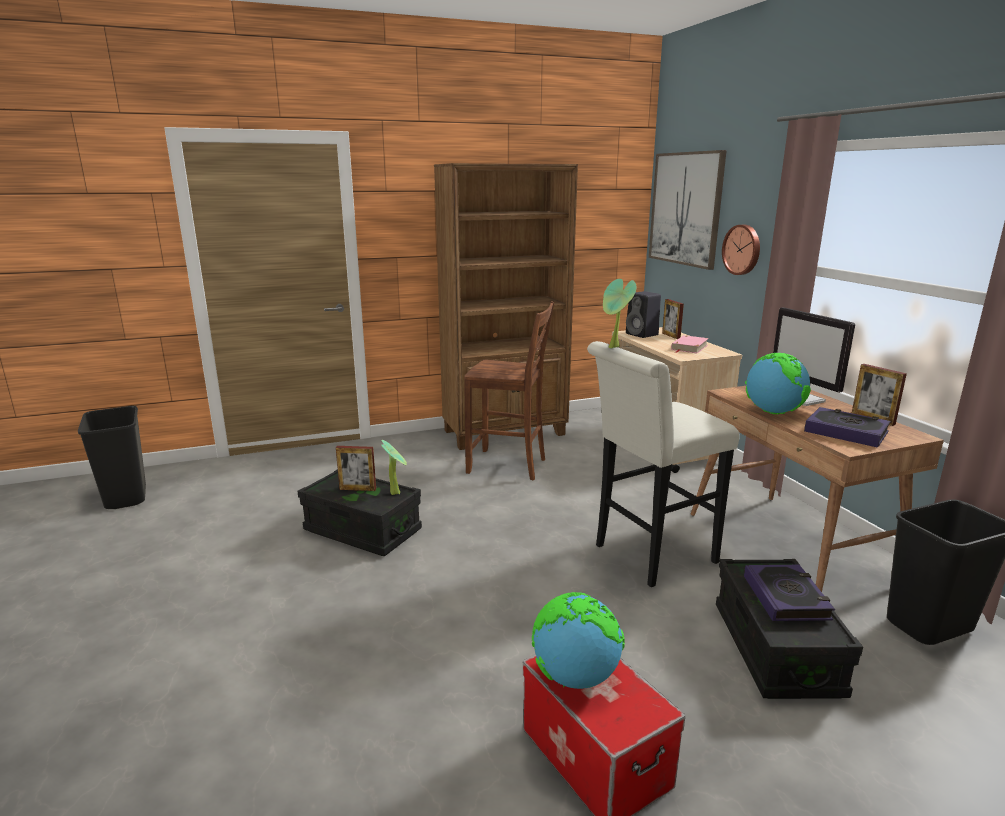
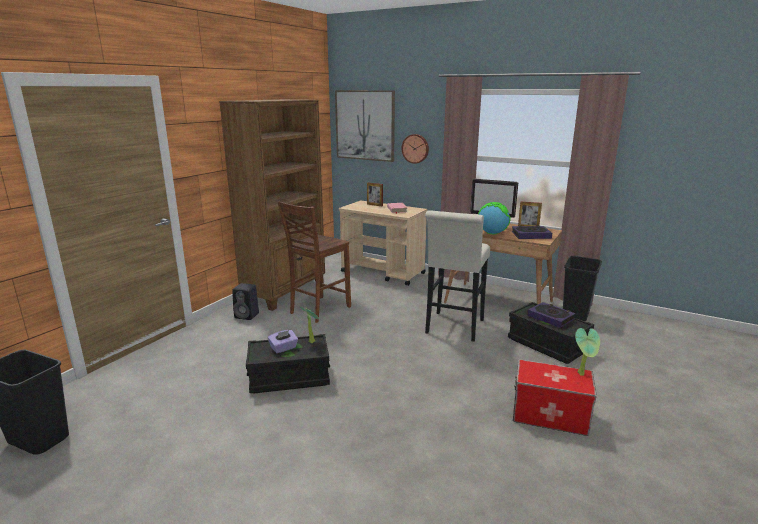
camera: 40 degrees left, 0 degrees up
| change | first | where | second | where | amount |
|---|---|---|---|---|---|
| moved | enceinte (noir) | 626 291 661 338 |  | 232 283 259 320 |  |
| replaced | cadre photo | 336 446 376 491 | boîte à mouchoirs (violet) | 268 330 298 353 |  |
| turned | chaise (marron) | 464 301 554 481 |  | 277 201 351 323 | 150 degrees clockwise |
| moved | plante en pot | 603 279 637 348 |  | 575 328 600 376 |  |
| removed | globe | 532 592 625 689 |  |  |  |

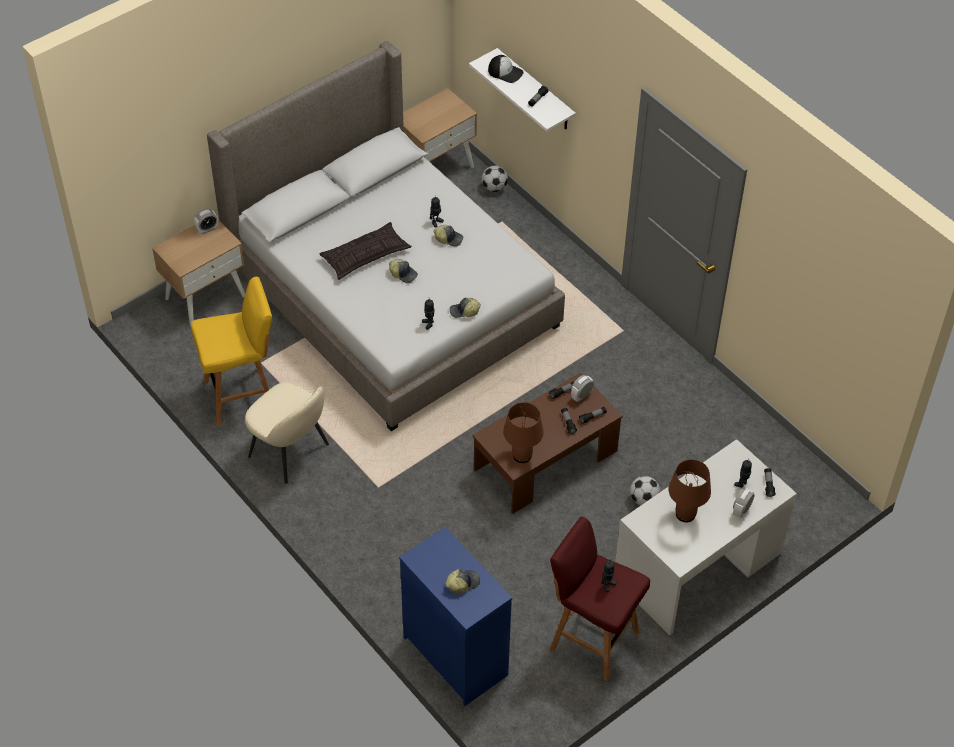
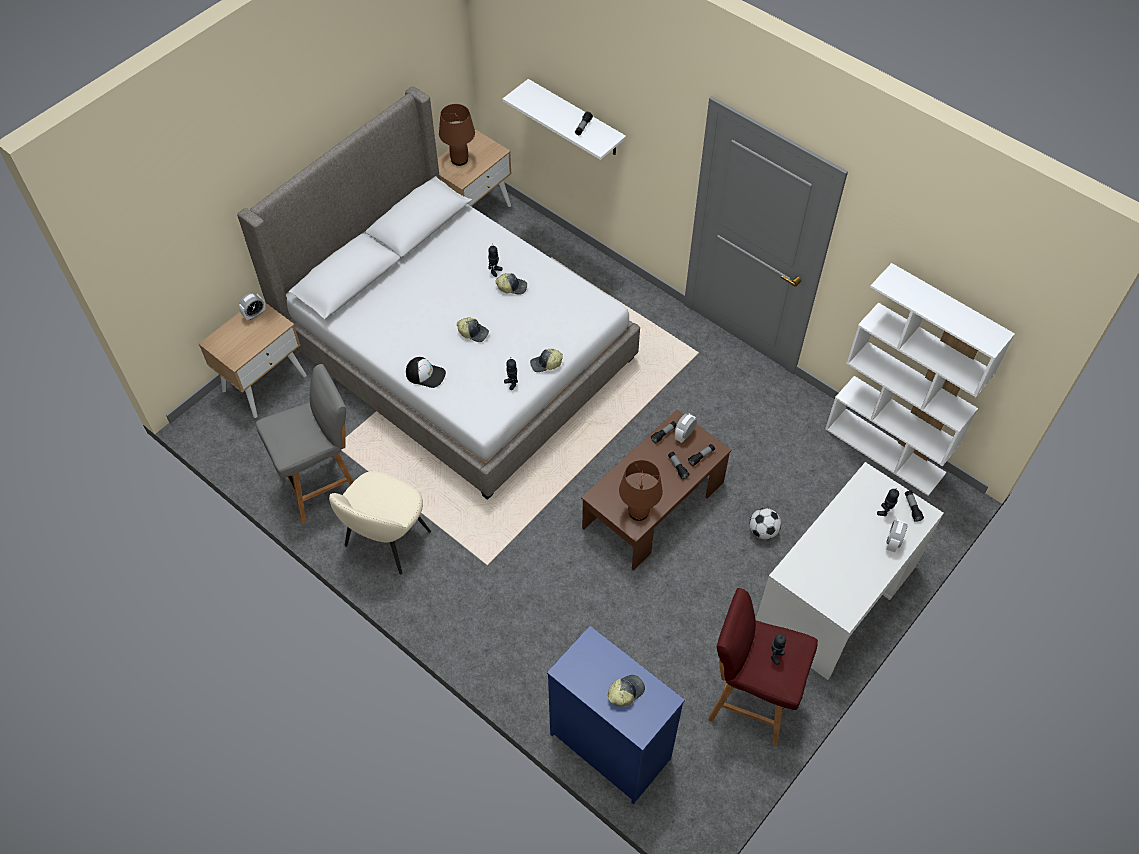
camera: 10 degrees left, 5 degrees up
| change | first | where | second | where | amount |
|---|---|---|---|---|---|
| recoloured | tabouret (jaune) | 191 277 272 426 | tabouret (gris) | 256 364 354 524 |  |
| turned | chaise (beige) | 245 382 329 484 |  | 329 471 431 574 | 90 degrees clockwise |
| moved | casquette | 488 55 524 83 |  | 406 357 446 388 |  |
| moved | lampe de table (marron) | 669 459 711 522 |  | 439 104 475 166 |  |
| added |  |  | bibliothèque (blanc) | 825 263 1015 496 |  |
| removed | coussin | 319 222 411 280 |  |  |  |
| removed | ballon de foot | 482 166 508 192 |  |  |  |

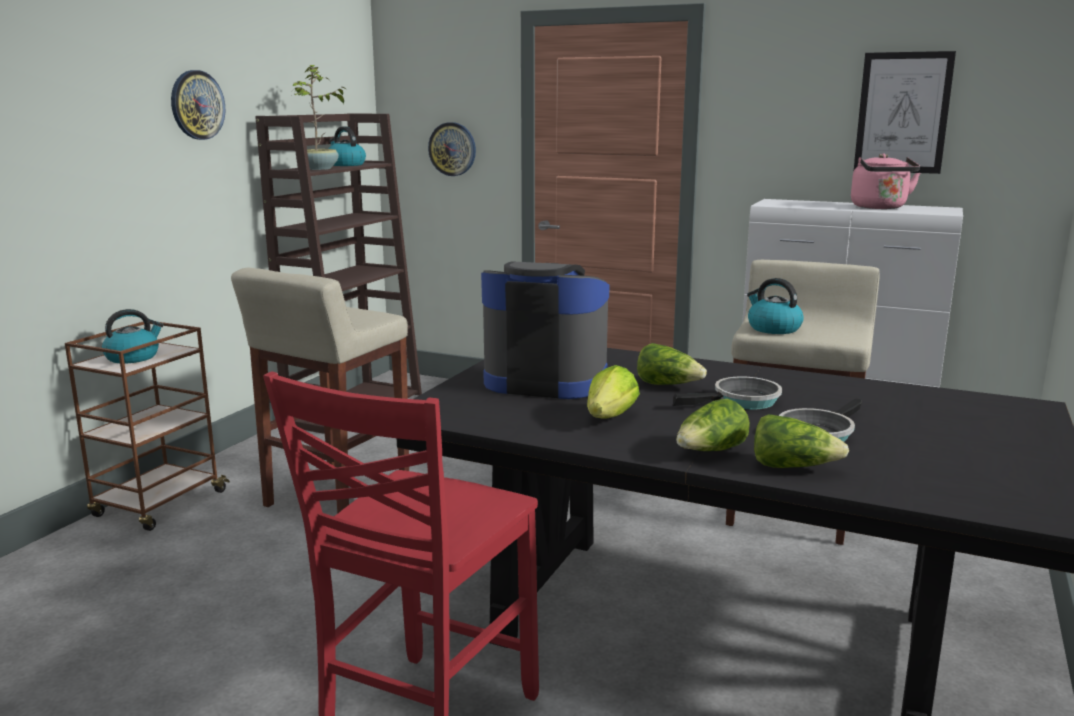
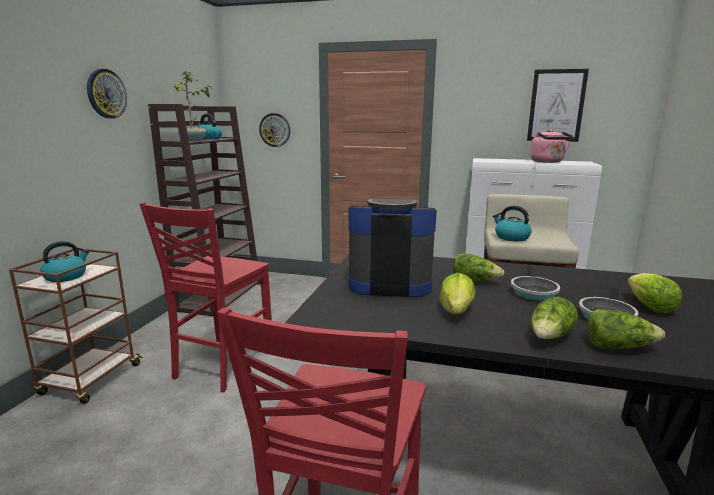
camera: 10 degrees left, 0 degrees up
| change | first | where | second | where | amount |
|---|---|---|---|---|---|
| replaced | tabouret (beige) | 231 268 409 514 | chaise (rouge) | 140 202 272 392 |  |
| turned | poêle | 673 377 782 409 |  | 511 266 560 301 | 135 degrees clockwise |
| added |  |  | laitue | 628 273 682 313 |  |

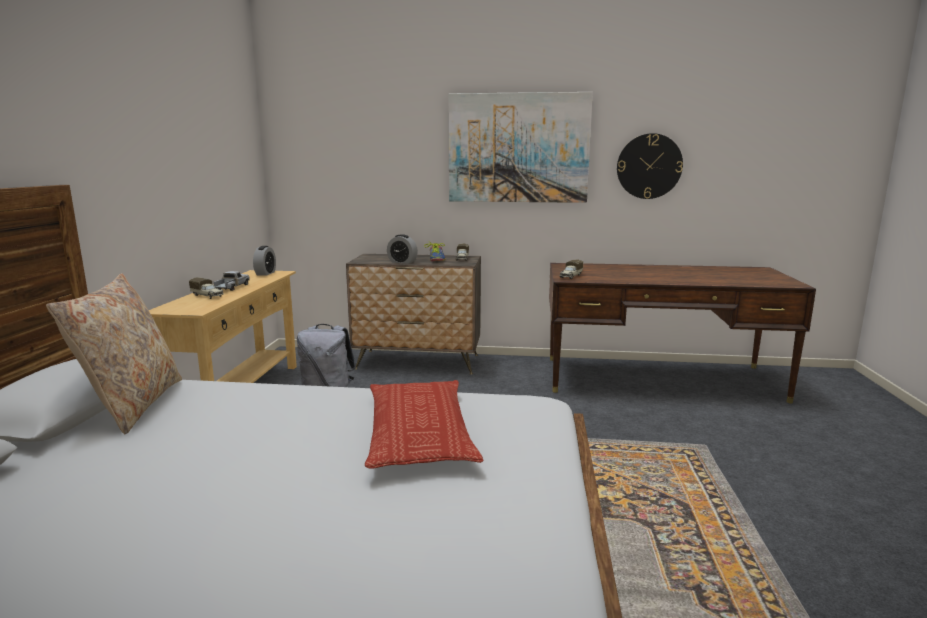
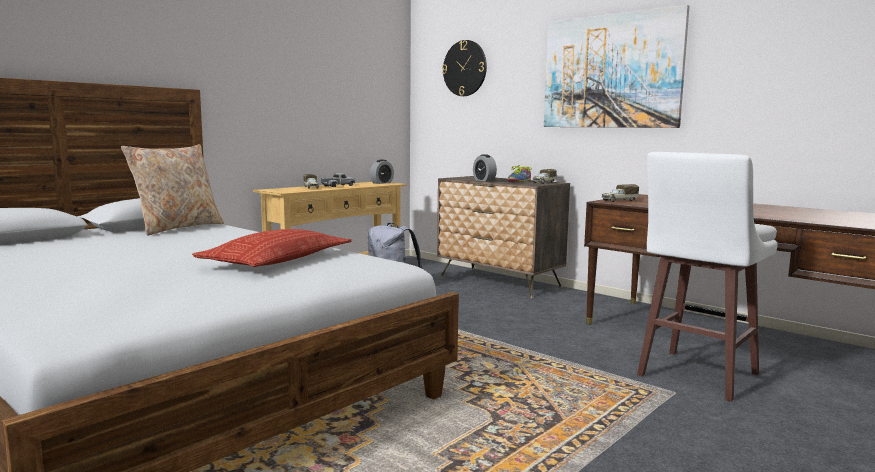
camera: 35 degrees right, 5 degrees down
| change | first | where | second | where | amount |
|---|---|---|---|---|---|
| moved | horloge murale | 617 133 683 199 |  | 442 40 487 96 |  |
| added |  |  | tabouret (blanc) | 637 152 777 402 |  |

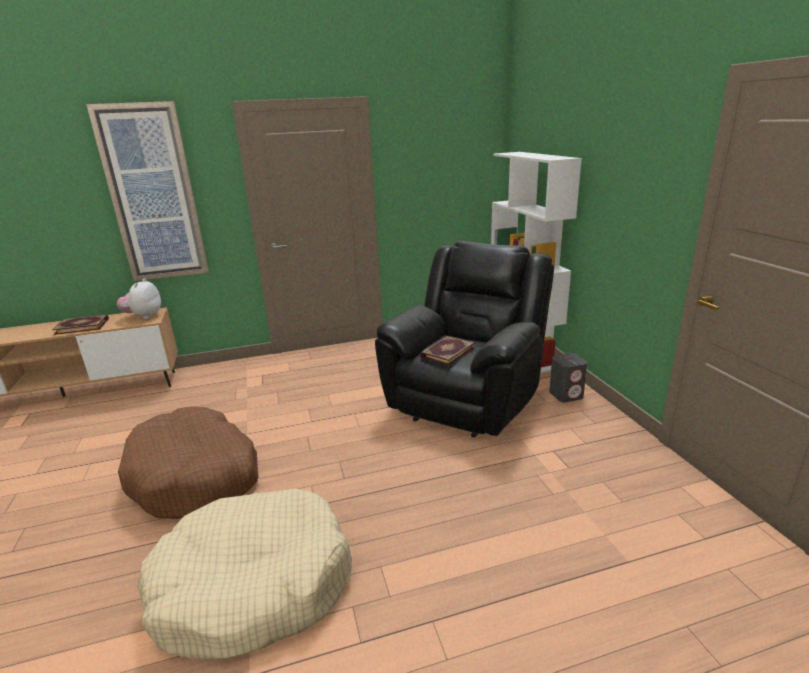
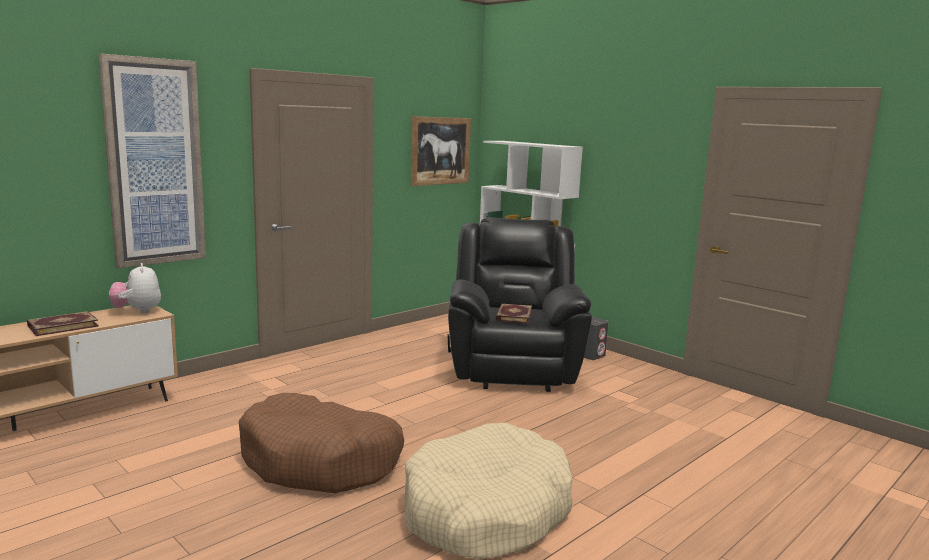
camera: 30 degrees left, 10 degrees down
| change | first | where | second | where | amount |
|---|---|---|---|---|---|
| added |  |  | tableau | 411 116 471 186 |  |

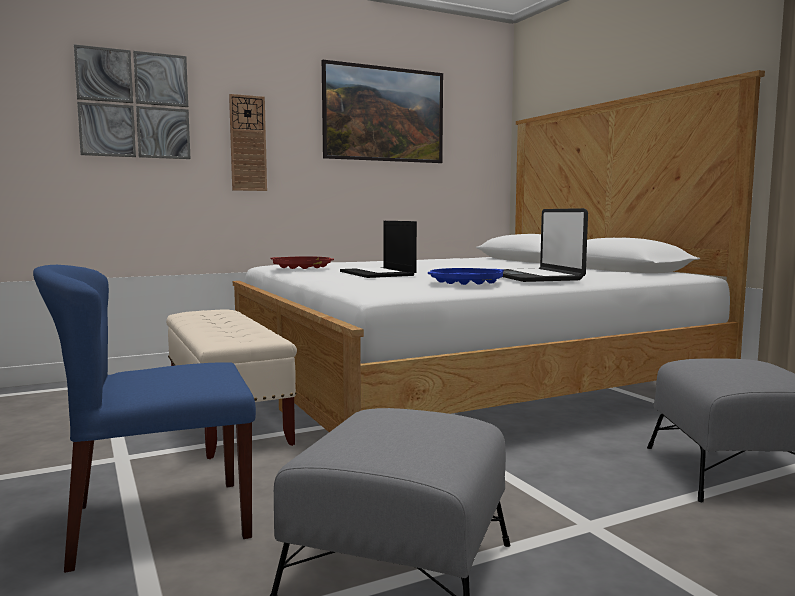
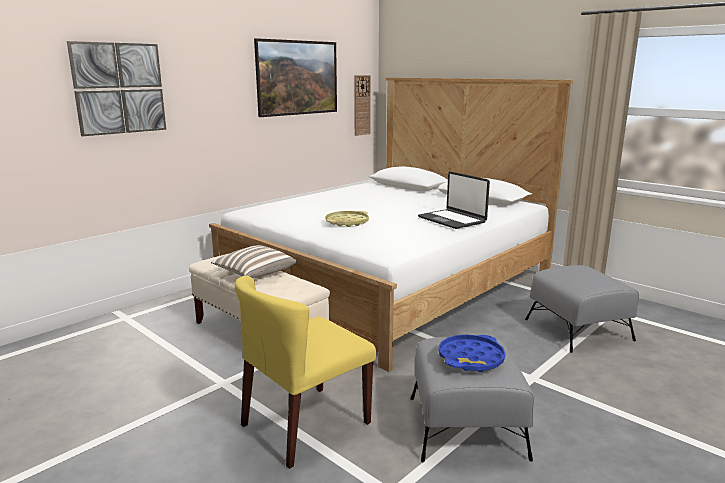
camera: 20 degrees left, 10 degrees up
| change | first | where | second | where | amount |
|---|---|---|---|---|---|
| added |  |  | coussin | 211 245 298 278 |  |
| recoloured | chaise (bleu) | 33 265 256 573 | chaise (jaune) | 234 275 376 469 |  |
| replaced | ordinateur portable | 340 221 417 278 | plateau (jaune) | 326 211 369 227 |  |
| moved | horloge murale | 229 94 267 191 |  | 354 75 371 136 |  |
| moved | plateau (bleu) | 428 268 504 285 |  | 438 334 505 372 |  |
| removed | plateau (rouge) | 270 256 334 269 |  |  |  |

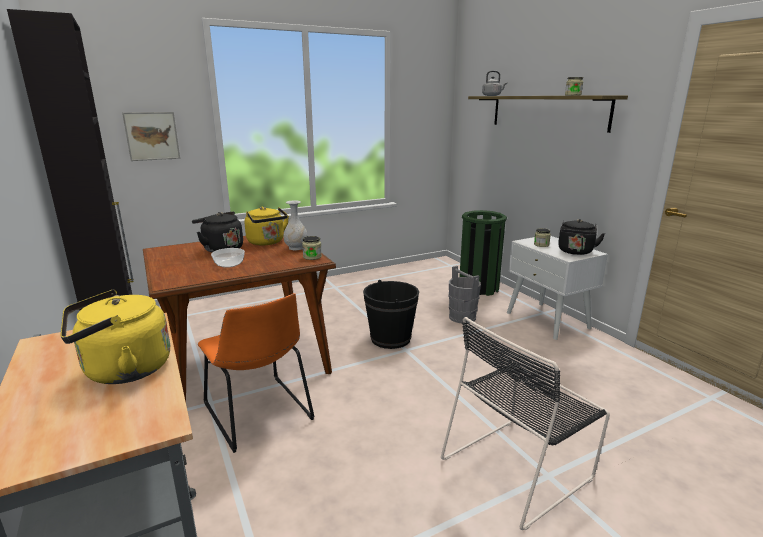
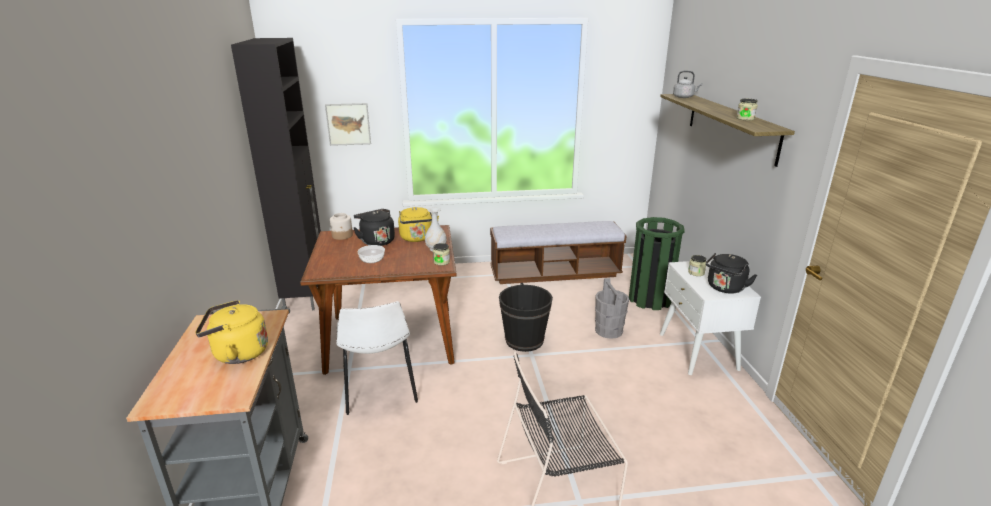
camera: 20 degrees right, 5 degrees up
| change | first | where | second | where | amount |
|---|---|---|---|---|---|
| added |  |  | bocal | 330 213 353 240 |  |
| recoloured | chaise (orange) | 198 293 315 453 | chaise (blanc) | 336 301 418 415 |  |
| added |  |  | banc | 490 221 626 284 |  |

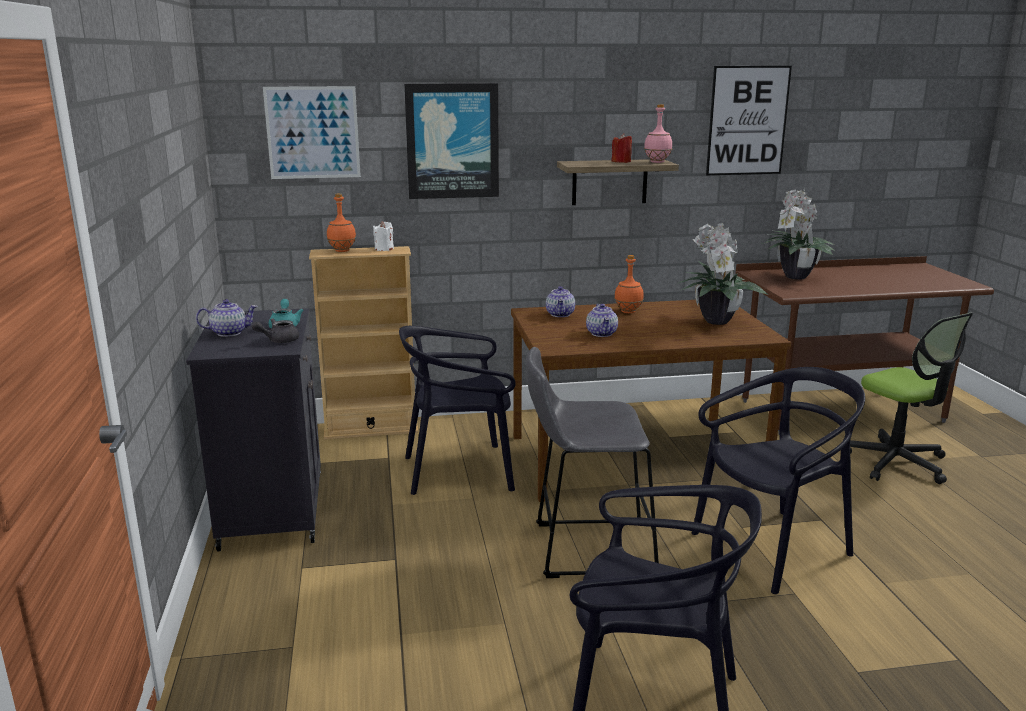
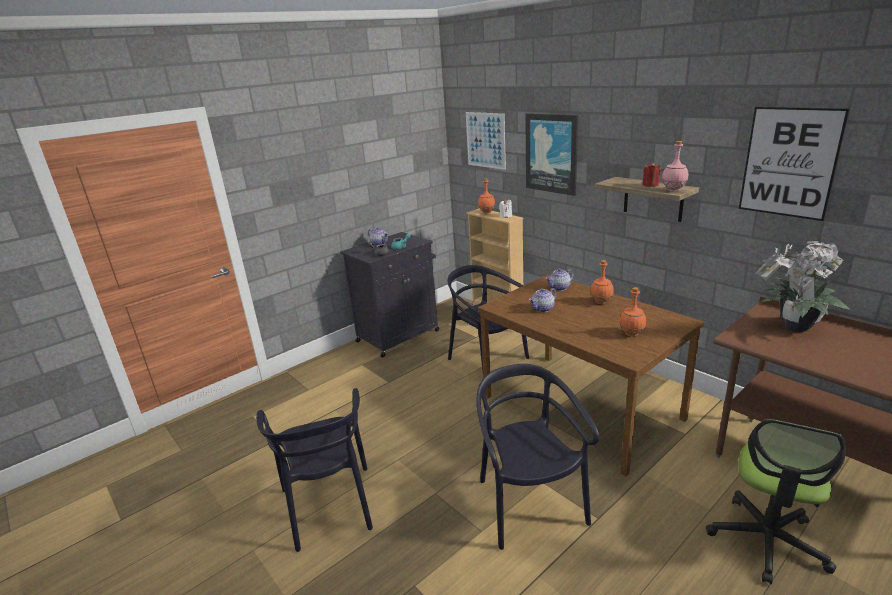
camera: 60 degrees right, 5 degrees up
| change | first | where | second | where | amount |
|---|---|---|---|---|---|
| turned | chaise (noir) | 692 367 865 594 |  | 476 364 599 550 | 135 degrees counterclockwise |
| replaced | plante en pot | 677 223 768 325 | bouteille (orange) | 619 287 646 336 |  |
| removed | tabouret (gris) | 526 347 659 578 |  |  |  |

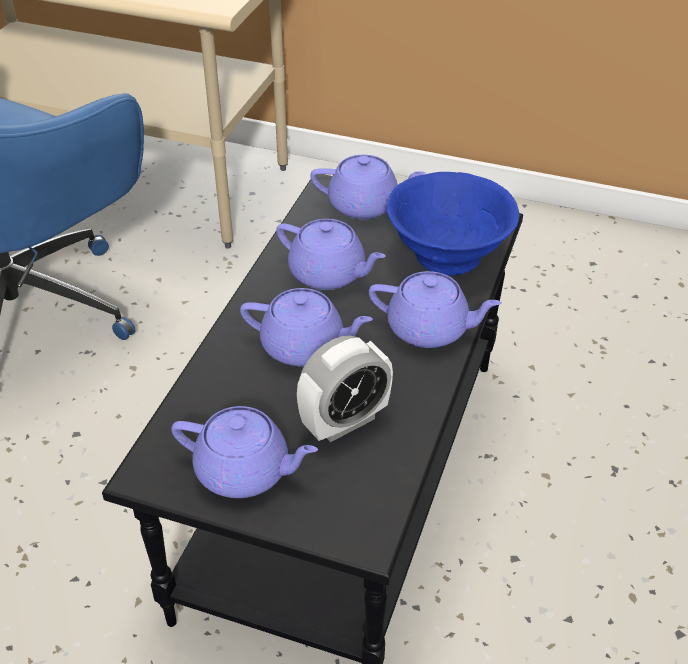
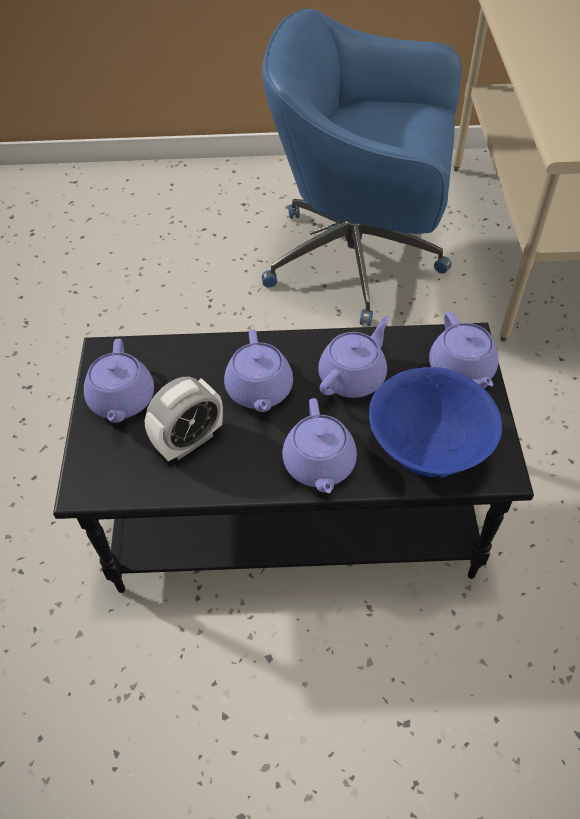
camera: 70 degrees right, 10 degrees up
| change | first | where | second | where | amount |
|---|---|---|---|---|---|
| turned | réveil | 297 335 393 442 |  | 145 377 223 461 | 75 degrees counterclockwise |
| turned | théière (violet) | 276 219 386 290 |  | 318 316 389 398 | 150 degrees counterclockwise |

